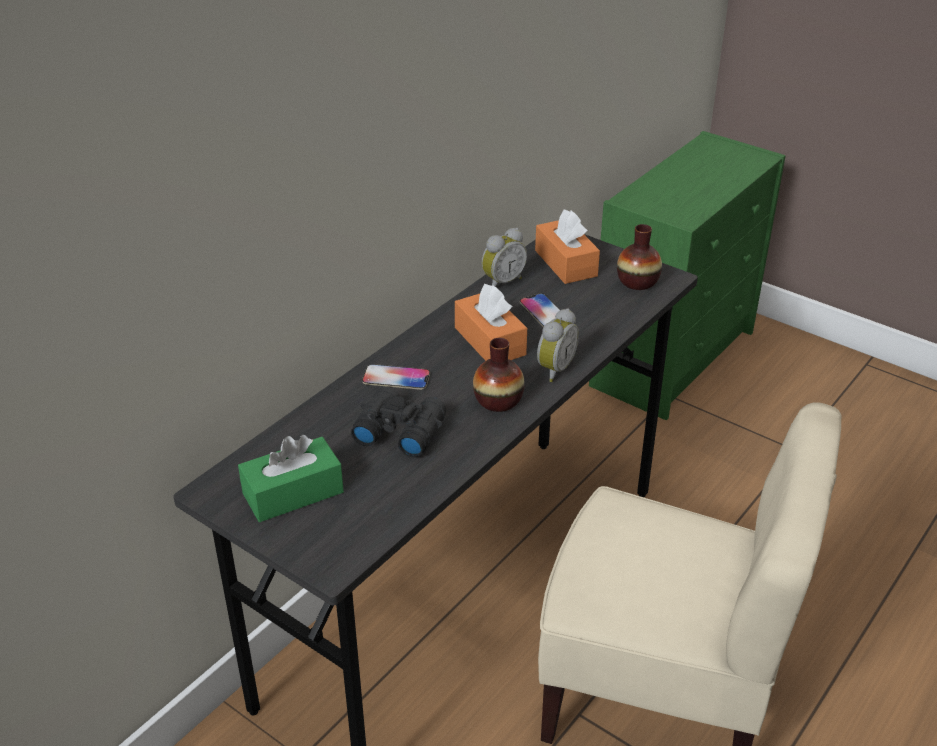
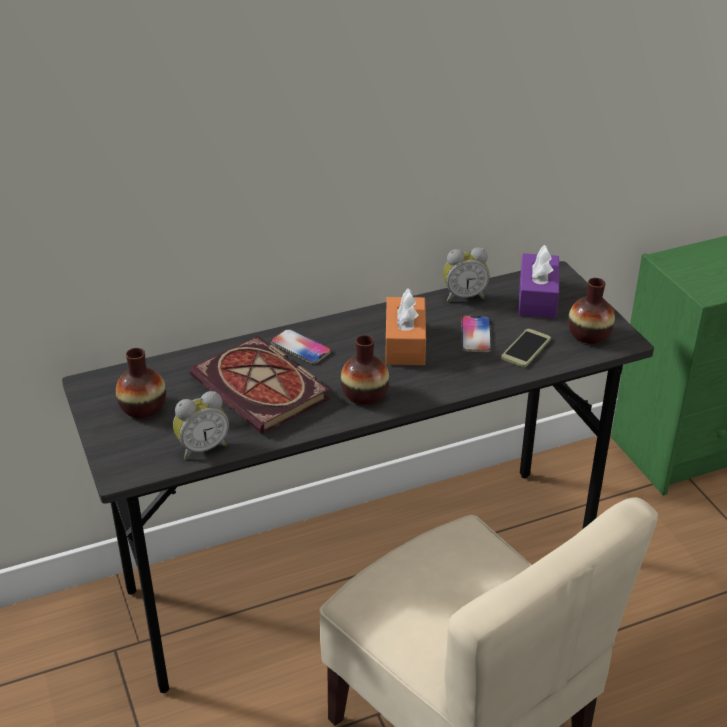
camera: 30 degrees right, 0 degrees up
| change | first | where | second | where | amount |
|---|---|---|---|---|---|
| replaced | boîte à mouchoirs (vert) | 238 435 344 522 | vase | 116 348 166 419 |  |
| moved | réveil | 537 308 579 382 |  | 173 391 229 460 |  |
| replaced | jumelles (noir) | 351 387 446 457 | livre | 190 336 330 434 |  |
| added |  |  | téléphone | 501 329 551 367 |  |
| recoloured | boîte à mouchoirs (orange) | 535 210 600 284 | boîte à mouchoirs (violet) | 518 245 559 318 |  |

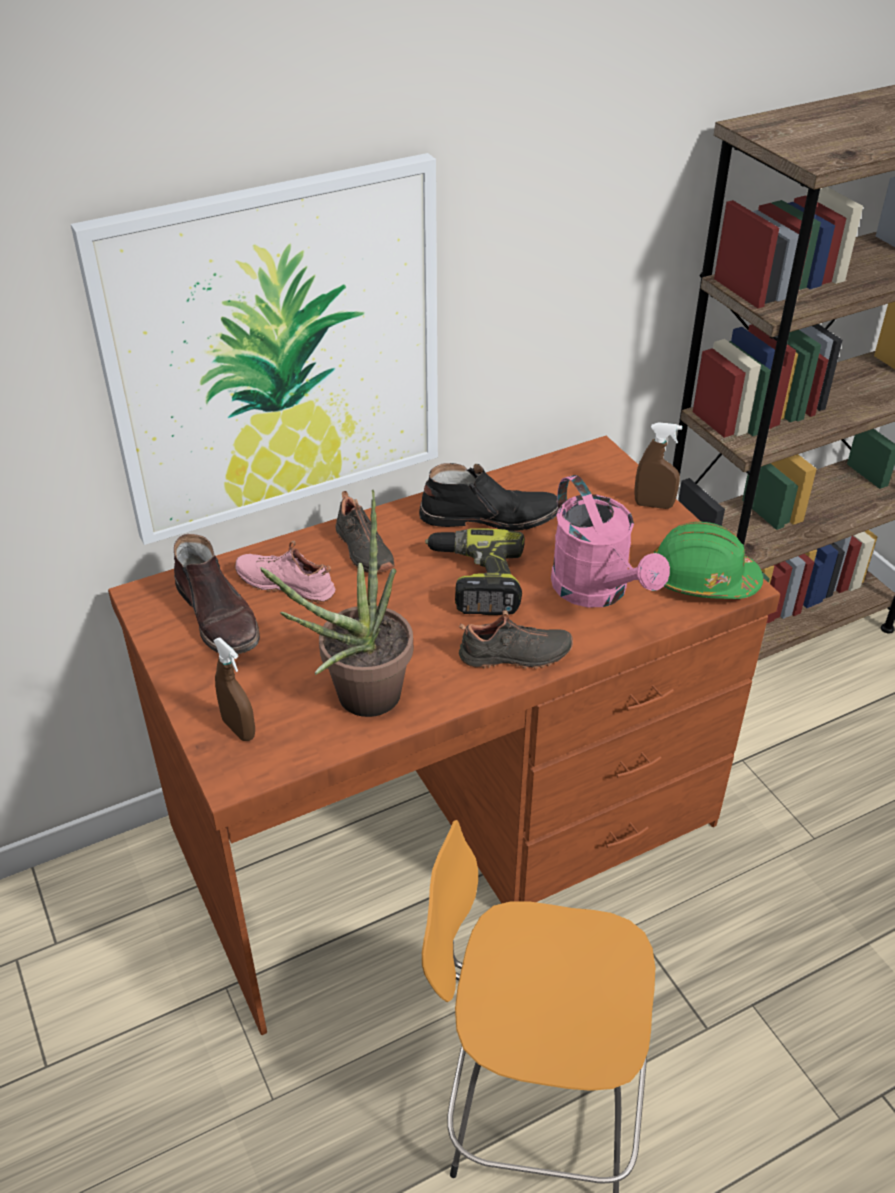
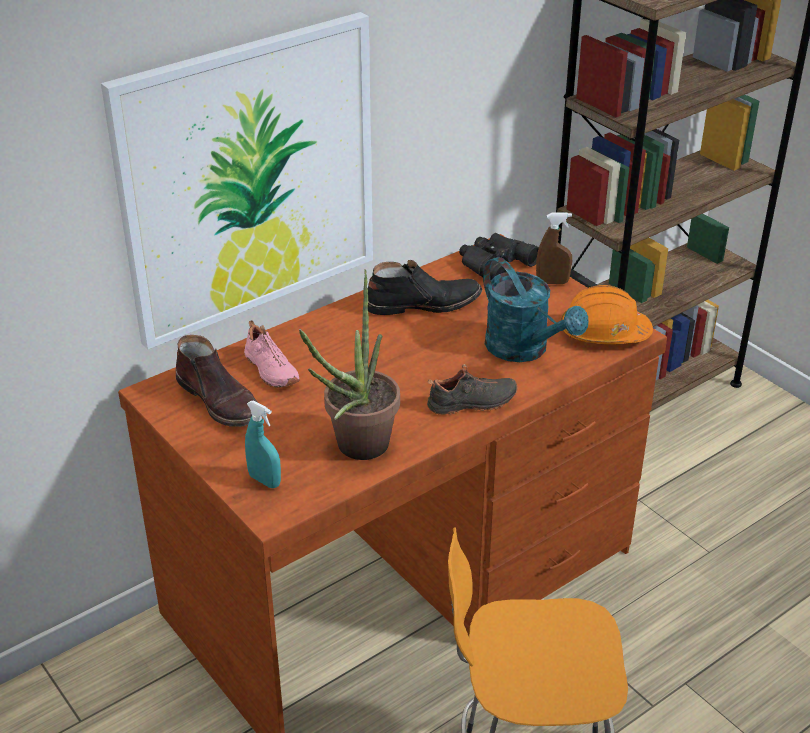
camera: 10 degrees left, 5 degrees down
| change | first | where | second | where | amount |
|---|---|---|---|---|---|
| turned | chaussure (rose) | 235 541 335 603 |  | 244 320 300 388 | 135 degrees counterclockwise |
| recoloured | vaporisateur (marron) | 213 637 255 741 | vaporisateur (turquoise) | 245 400 281 488 |  |
| added |  |  | jumelles (noir) | 459 233 539 281 |  |
| recoloured | arrosoir (rose) | 551 475 670 608 | arrosoir (turquoise) | 483 257 588 362 |  |
| recoloured | casque de chantier (vert) | 652 522 763 599 | casque de chantier (orange) | 561 285 653 344 |  |
| removed | chaussure (noir) | 335 491 394 573 |  |  |  |
| removed | perceuse | 425 528 525 615 |  |  |  |

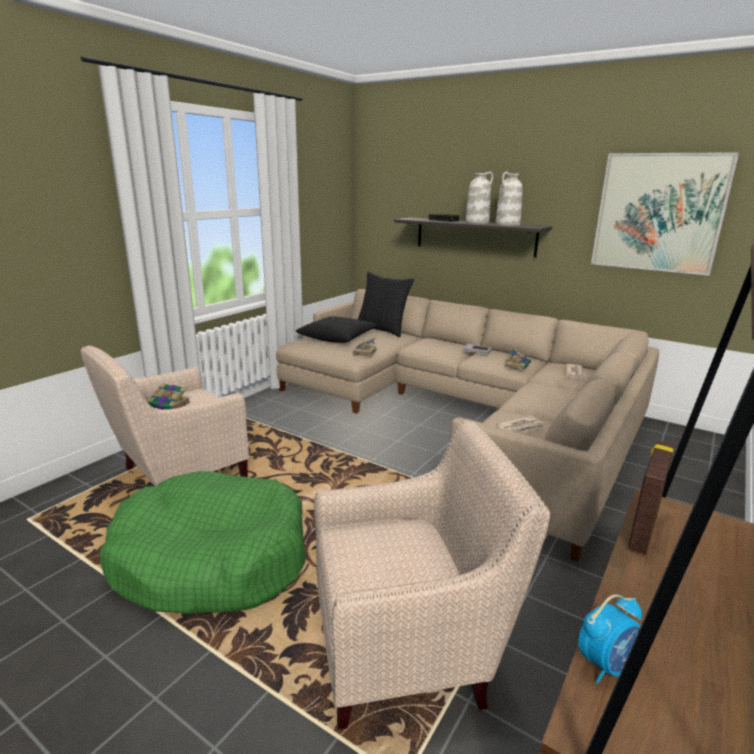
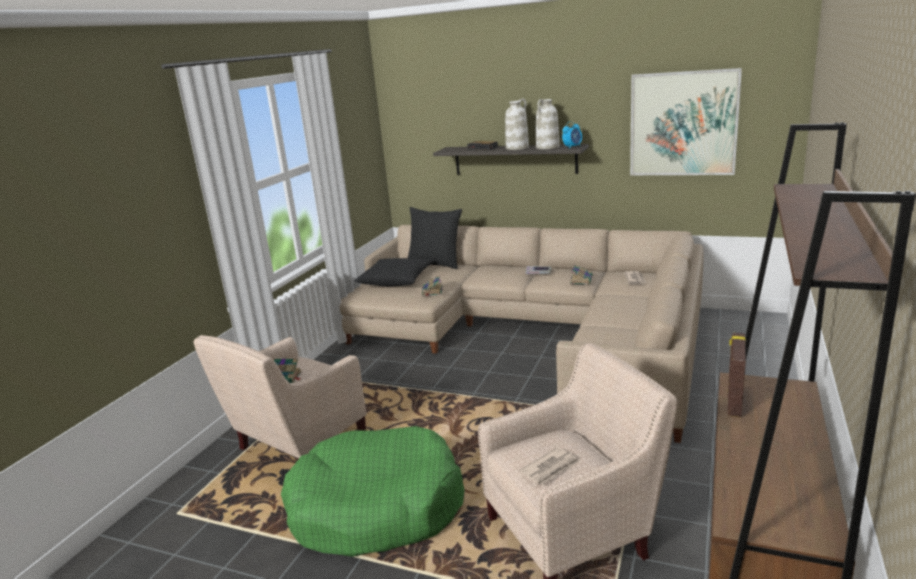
camera: 10 degrees left, 0 degrees up
| change | first | where | second | where | amount |
|---|---|---|---|---|---|
| moved | journal | 496 416 545 433 |  | 519 447 579 485 |  |
| moved | réveil | 579 594 642 684 |  | 562 121 582 149 |  |

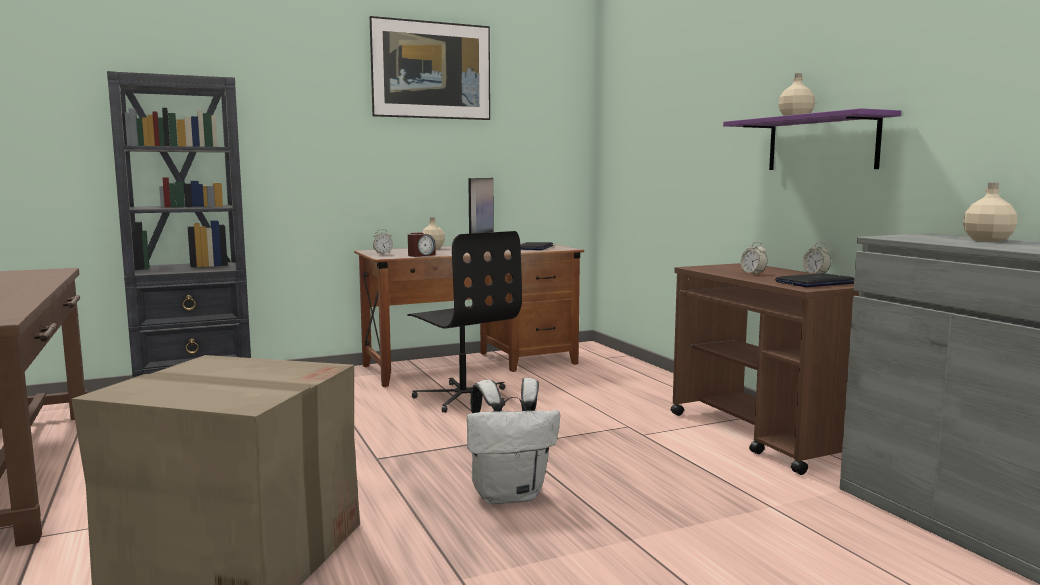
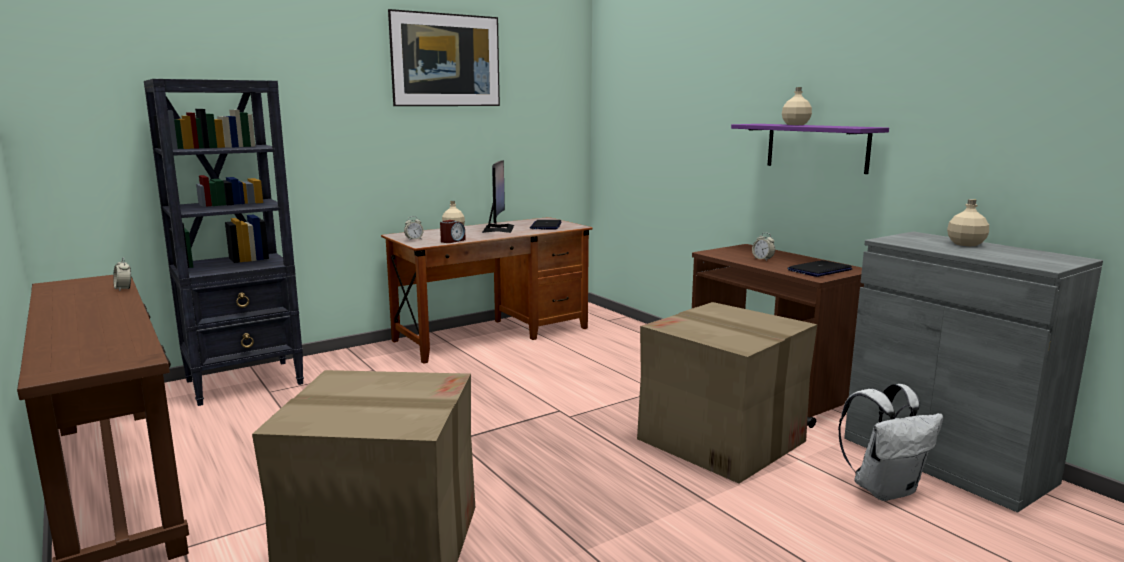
camera: 10 degrees left, 5 degrees up
| change | first | where | second | where | amount |
|---|---|---|---|---|---|
| moved | réveil | 803 242 831 274 |  | 113 258 132 291 |  |
| added |  |  | carton | 637 302 817 483 |  |
| moved | sac à dos (blanc) | 467 378 560 505 |  | 838 384 943 501 |  |
| removed | chaise de bureau (noir) | 407 231 522 413 |  |  |  |

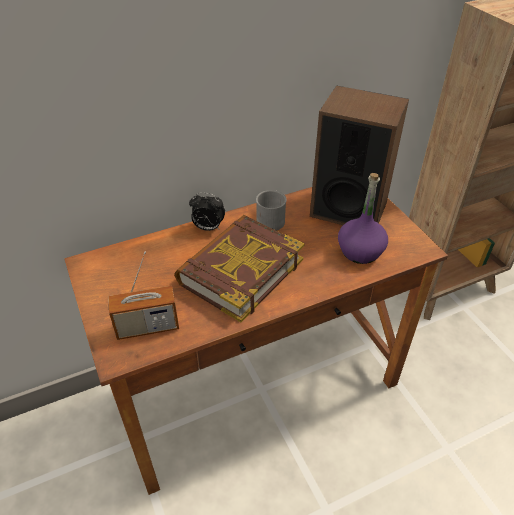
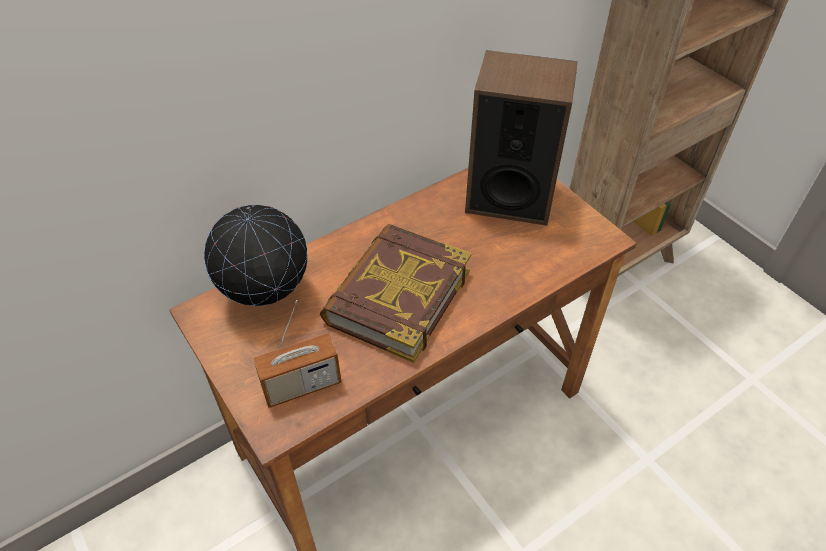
camera: 10 degrees left, 5 degrees up
| change | first | where | second | where | amount |
|---|---|---|---|---|---|
| added |  |  | globe | 204 205 308 306 |  |
| removed | réveil | 189 192 225 231 |  |  |  |
| removed | mug (gris) | 256 190 287 231 |  |  |  |
| removed | bouteille (violet) | 338 173 388 264 |  |  |  |

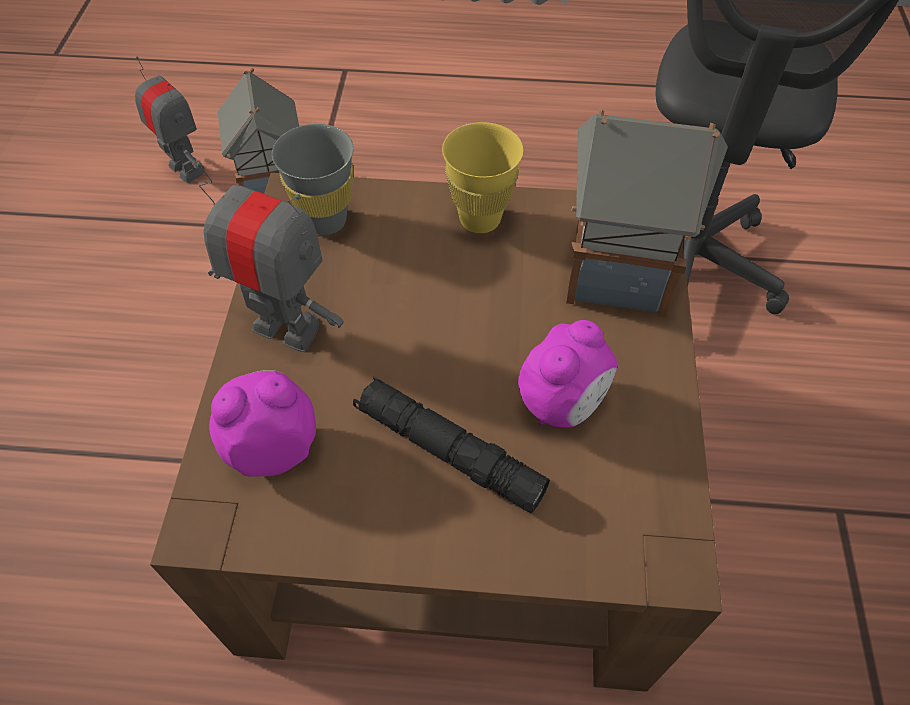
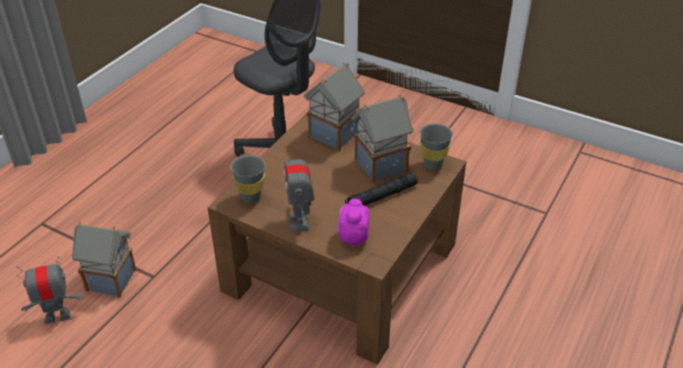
camera: 65 degrees left, 15 degrees down
| change | first | where | second | where | amount |
|---|---|---|---|---|---|
| turned | robot jouet | 196 162 343 352 |  | 283 141 314 232 | 60 degrees counterclockwise |
| replaced | réveil | 518 320 617 428 | maison miniature | 351 95 414 183 |  |
| added |  |  | tasse (gris) | 420 123 453 170 |  |
| removed | tasse (jaune) | 442 122 524 233 |  |  |  |

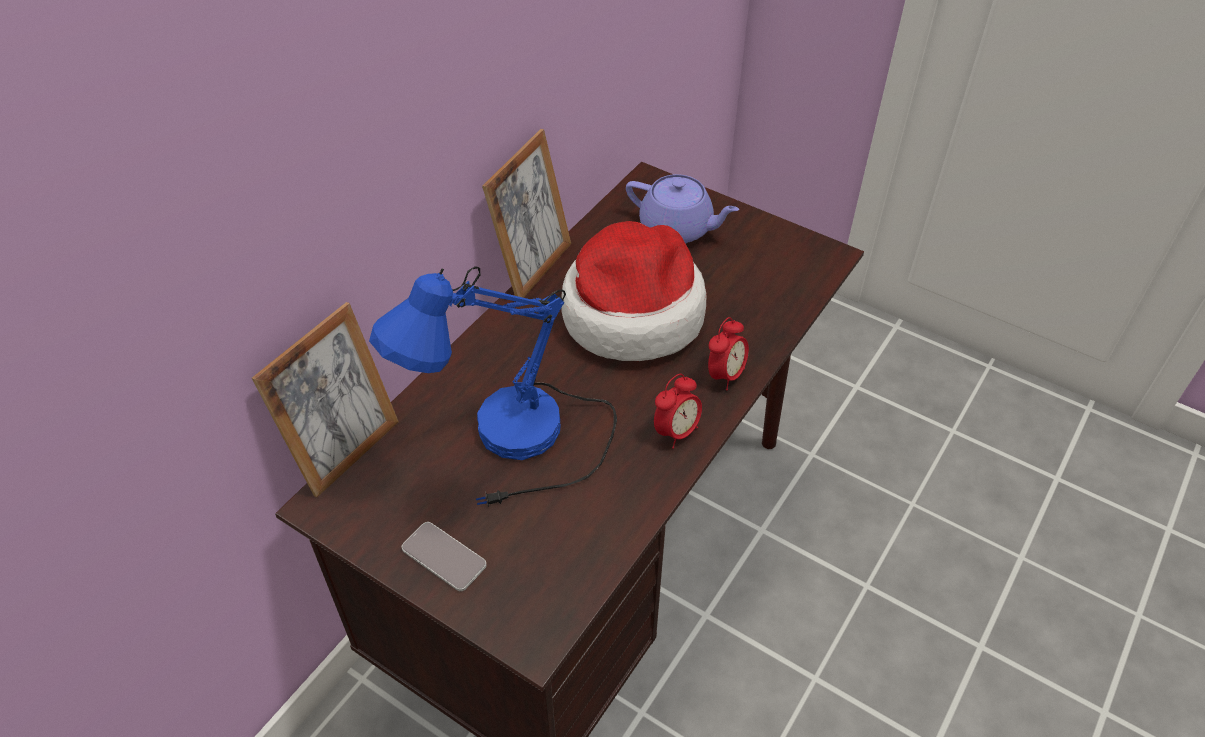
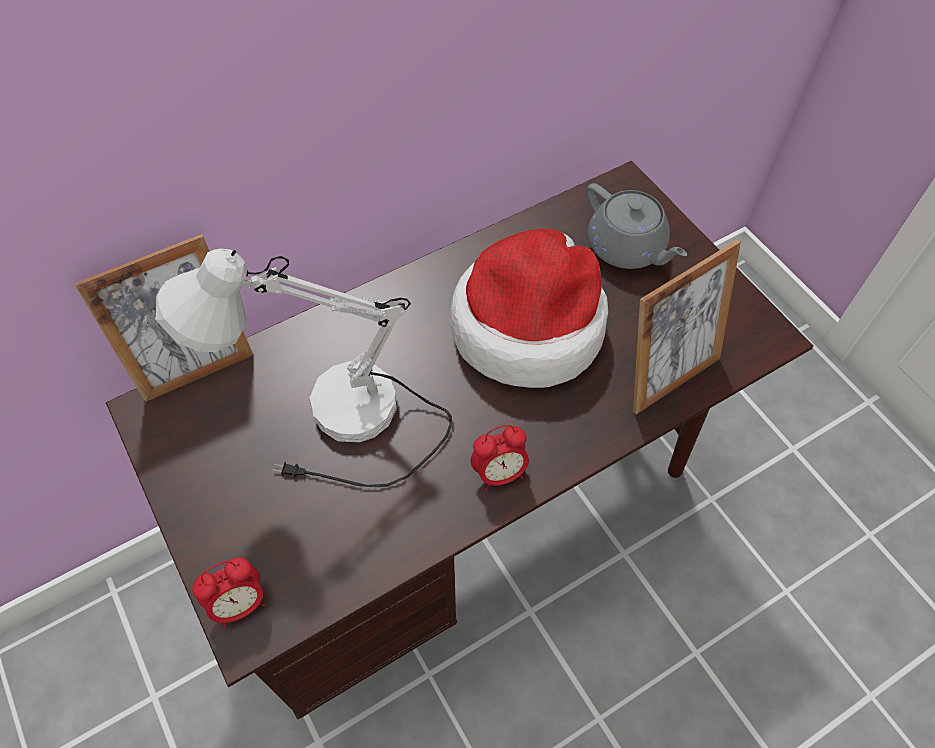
camera: 25 degrees right, 10 degrees up
| change | first | where | second | where | amount |
|---|---|---|---|---|---|
| recoloured | lampe de table (bleu) | 369 266 617 507 | lampe de table (blanc) | 155 248 452 487 |  |
| moved | réveil | 708 317 749 390 |  | 192 557 265 627 |  |
| recoloured | théière (violet) | 626 174 739 243 | théière (gris) | 587 183 687 269 |  |
| moved | cadre photo | 482 129 571 298 |  | 633 240 741 414 |  |
| removed | téléphone | 402 522 487 591 |  |  |  |

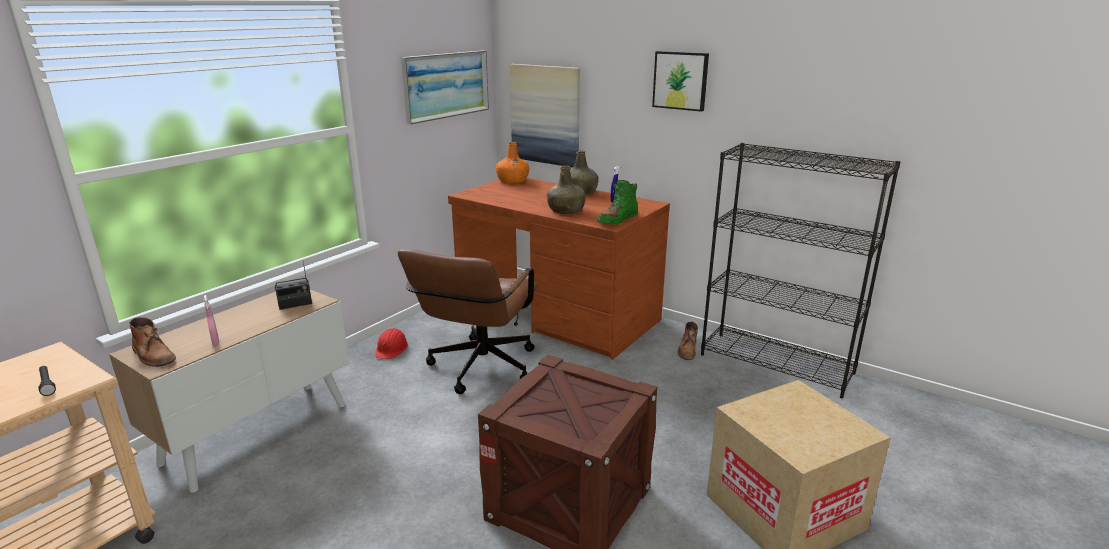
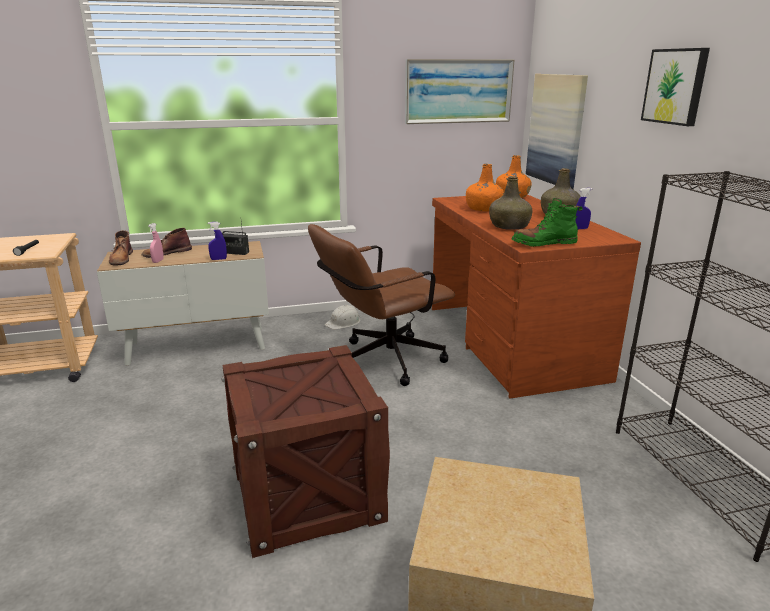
camera: 40 degrees right, 0 degrees up
| change | first | where | second | where | amount |
|---|---|---|---|---|---|
| moved | botte (marron) | 678 321 698 360 |  | 142 228 192 258 |  |
| added |  |  | vaporisateur (bleu) | 208 222 227 260 |  |
| recoloured | casque de chantier (rouge) | 375 328 408 359 | casque de chantier (blanc) | 325 305 360 329 |  |
| added |  |  | bouteille (orange) | 466 164 504 211 |  |

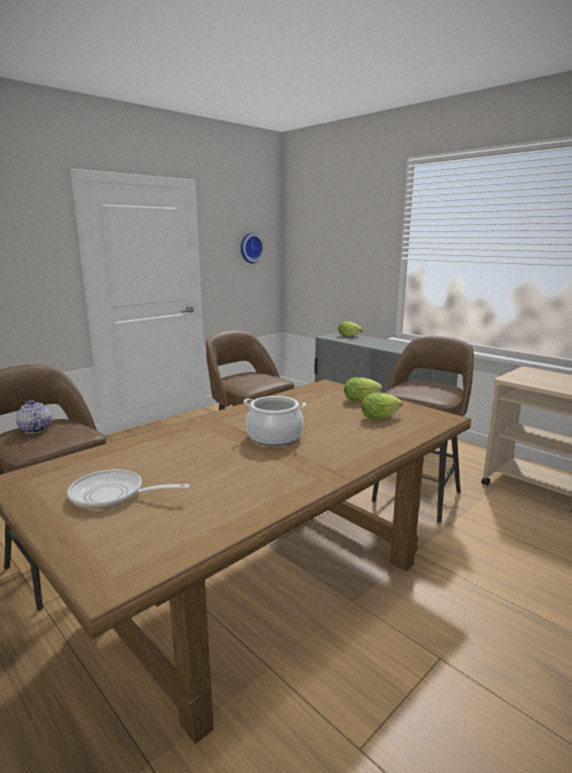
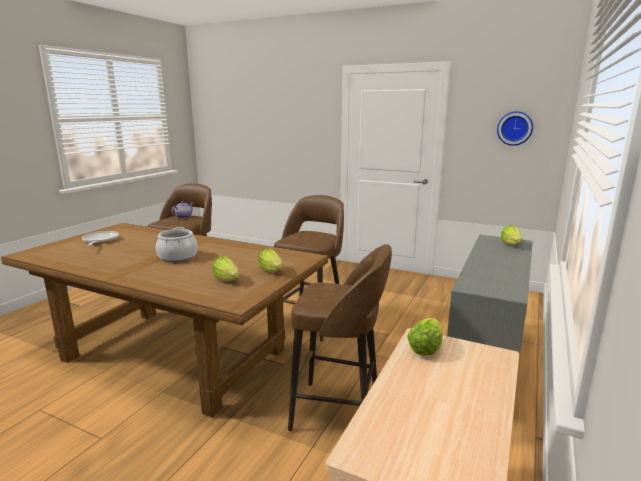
camera: 70 degrees right, 0 degrees up
| change | first | where | second | where | amount |
|---|---|---|---|---|---|
| added |  |  | laitue | 407 318 443 355 |  |

